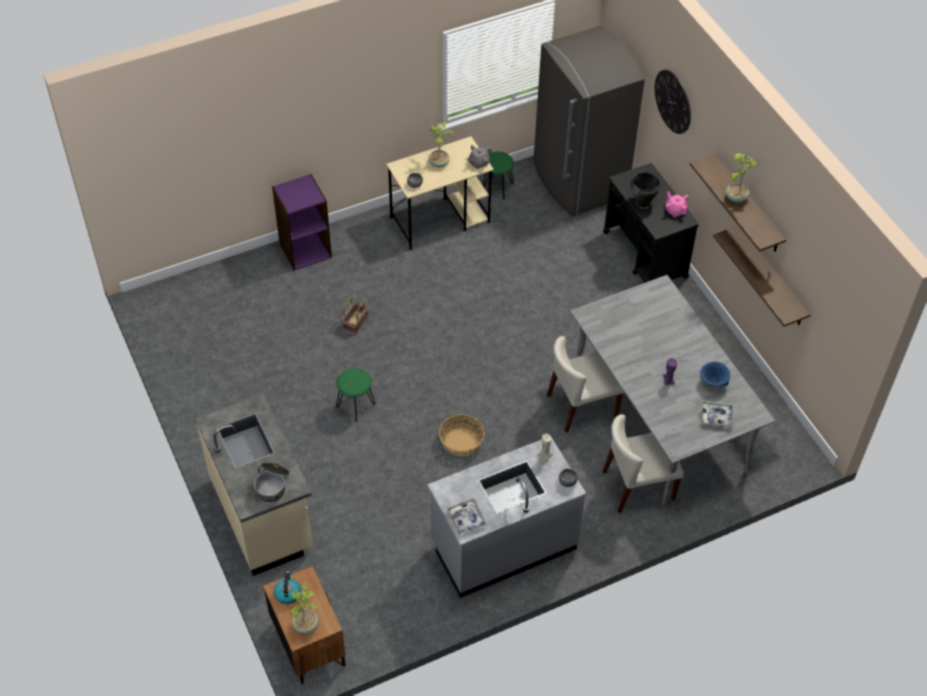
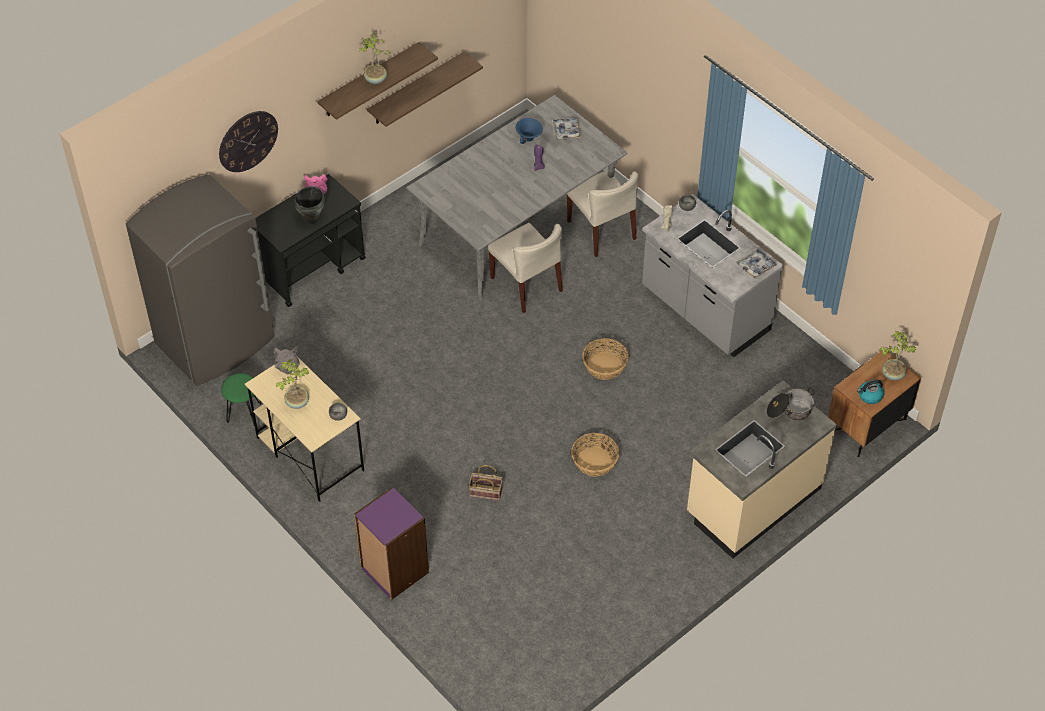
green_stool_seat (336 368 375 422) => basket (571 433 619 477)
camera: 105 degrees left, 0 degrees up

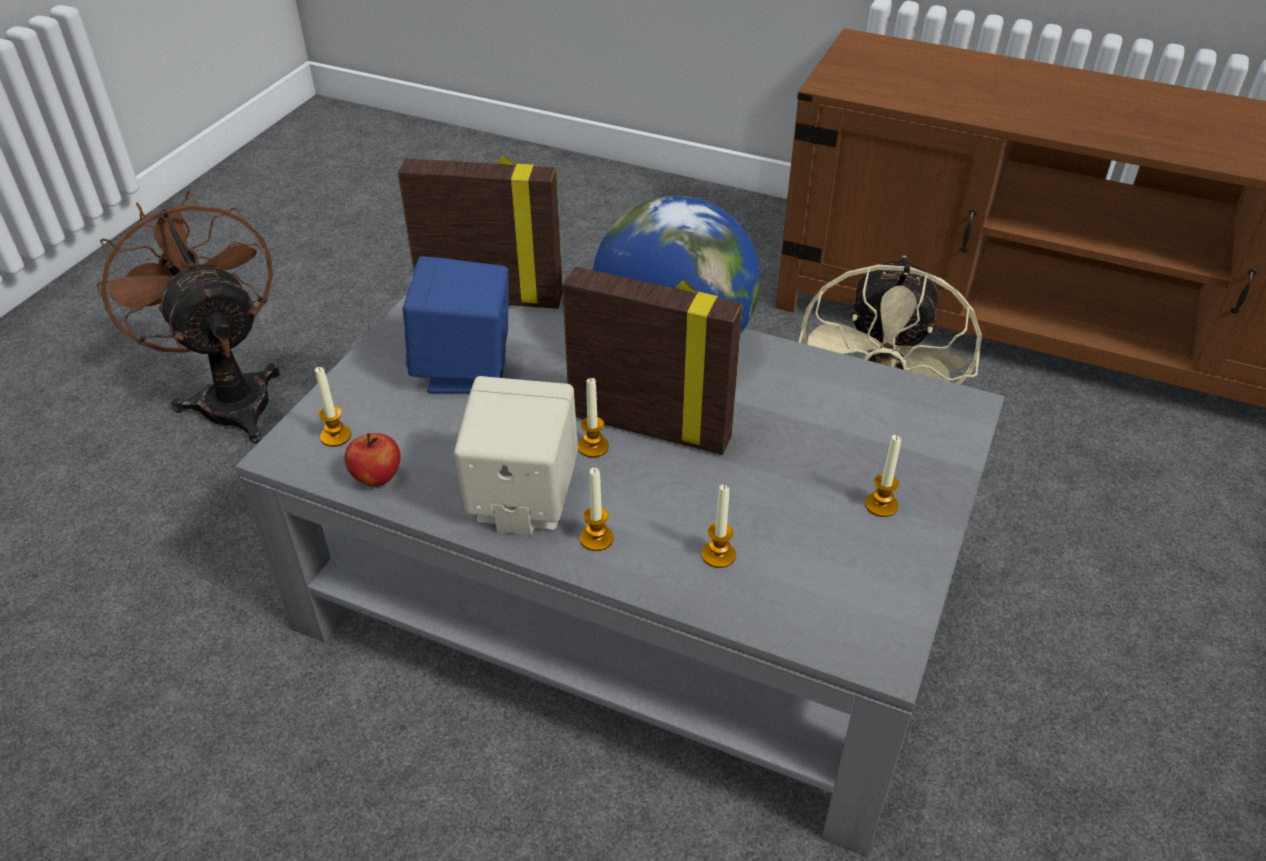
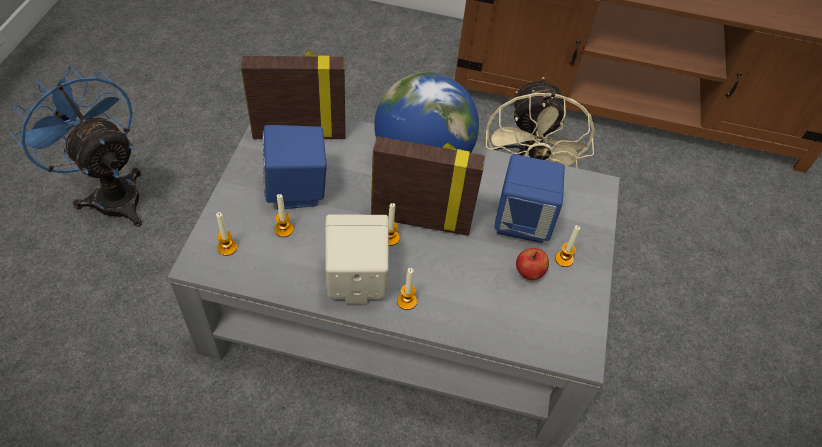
brownish_cooling_fan (96 191 280 443) => blue-coloured_cooling_fan (13 66 142 227)
candle (702 485 736 568) => candle (274 194 294 237), shifted
nothing => blue-coloured_speaker (494 154 565 243)
apple (345 433 401 487) => apple (516 248 549 280), shifted
camera: 15 degrees left, 10 degrees up

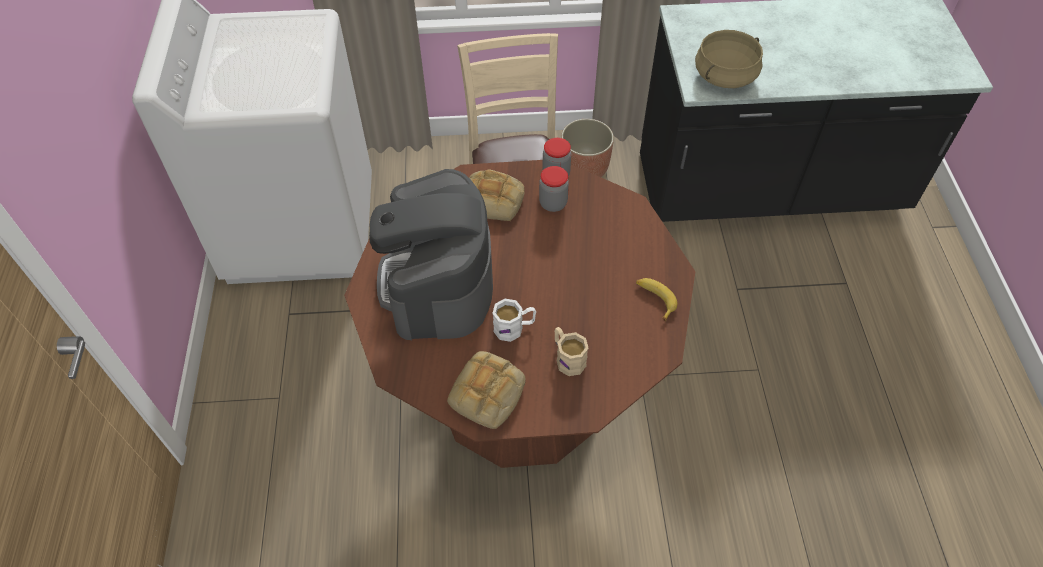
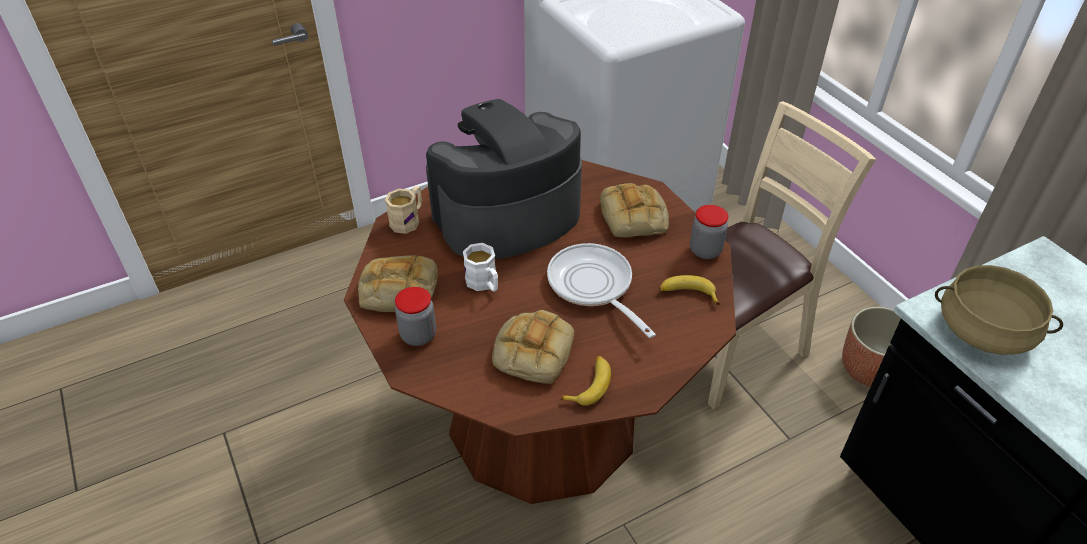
beige_coffee_mug (555 327 589 376) => beige_coffee_mug (385 186 422 234), shifted
jar (539 166 569 212) => jar (395 287 436 346), shifted
nothing => bakery_bread (492 310 574 384)
nothing => frying_pan (547 243 656 338)
nothing => banana_fruit (659 275 720 305)
camera: 65 degrees right, 10 degrees down

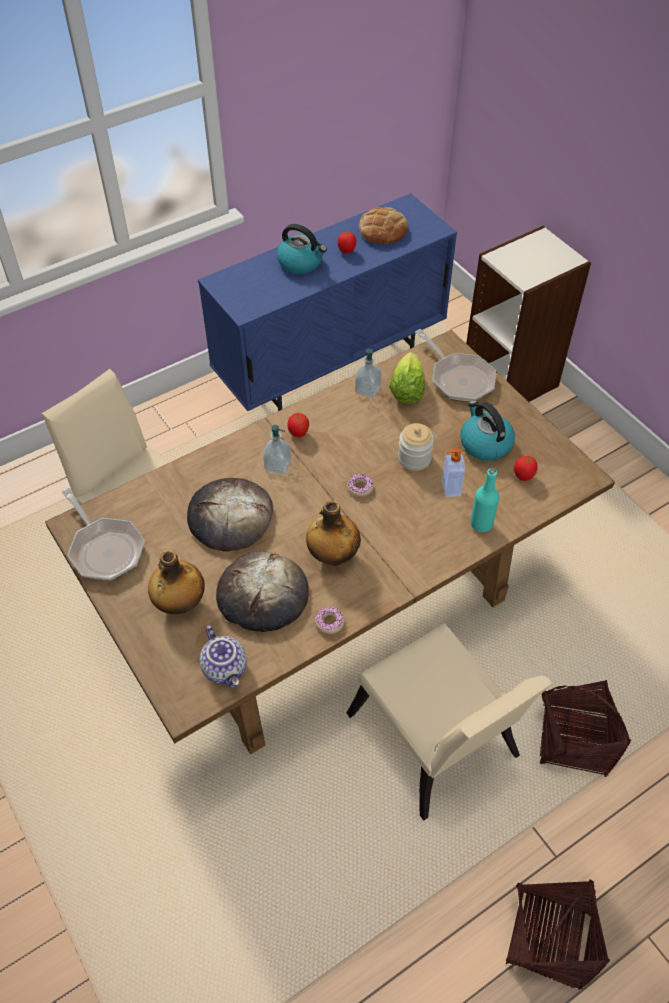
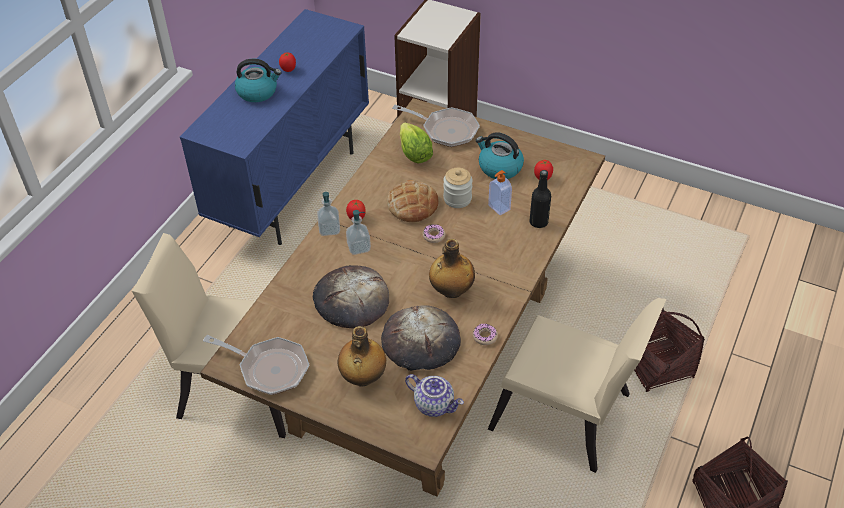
soap_dispenser (355 349 382 398) => soap_dispenser (317 192 340 236), shifted
bakery_bread (359 207 408 244) => bakery_bread (387 180 439 222), shifted
blue-green_bottle (470 468 499 532) => black_bottle (530 170 551 228)
camera: 30 degrees left, 5 degrees down

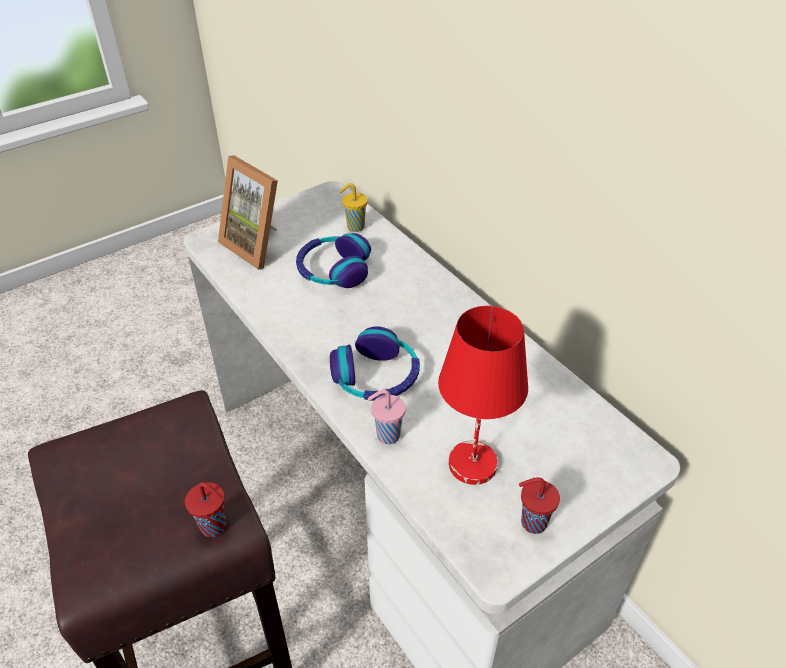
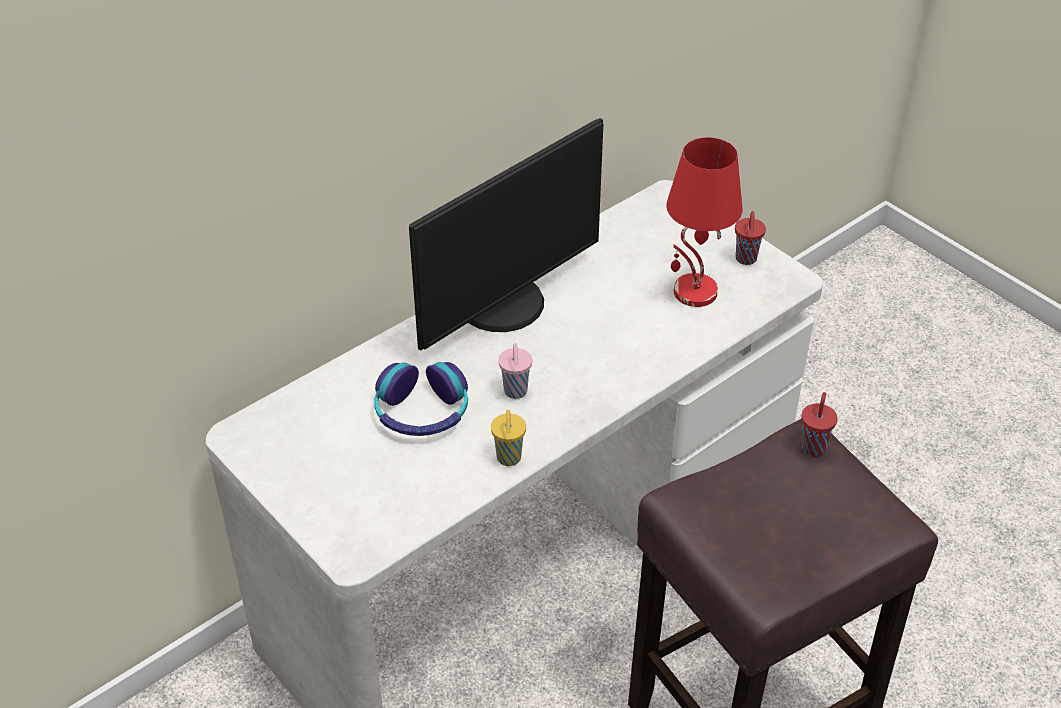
nothing => monitor (409 118 603 351)
yellow_small_cup (339 183 368 232) => yellow_small_cup (491 410 526 466), shifted
pink-coloured_small_cup (367 390 406 444) => pink-coloured_small_cup (498 343 532 399), shifted
picture_frame (218 155 278 270) => nothing
pair_of_headphones (330 326 420 401) => nothing
camera: 95 degrees left, 0 degrees up

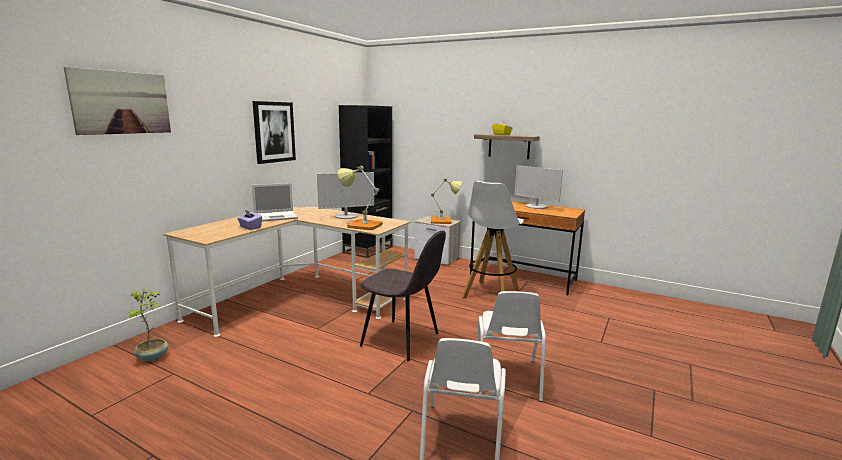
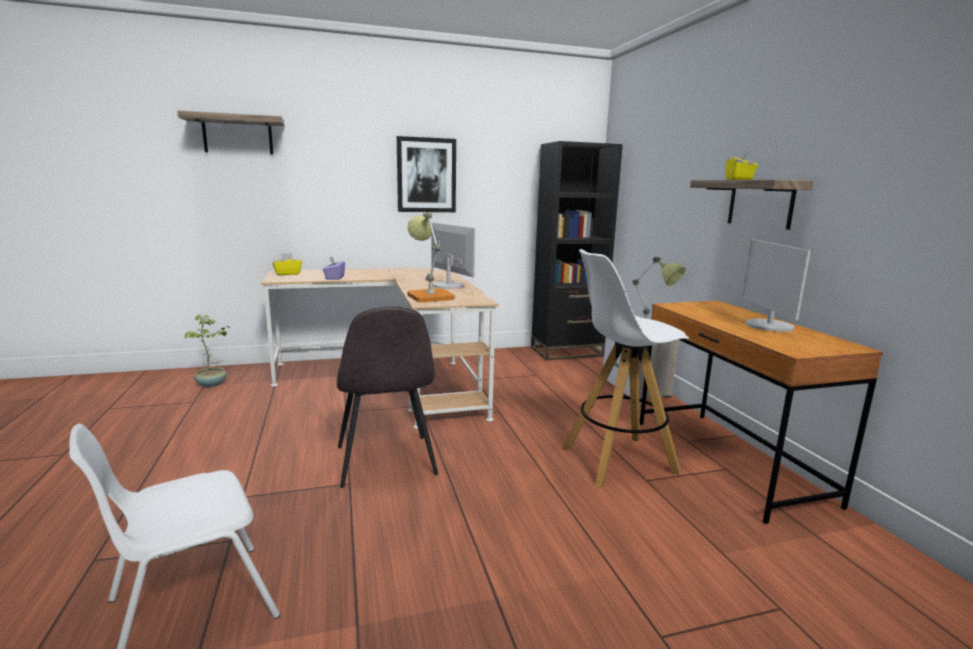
picture (64 67 171 135) => wall_shelf (177 111 285 155)
nothing => yellow_box_of_tissues (273 253 302 275)
monitor (317 172 374 219) => monitor (432 222 476 289), 150 degrees counterclockwise
portable_computer (252 183 298 222) => nothing
white-coloured_chair (477 291 546 402) => nothing
camera: 45 degrees right, 0 degrees up

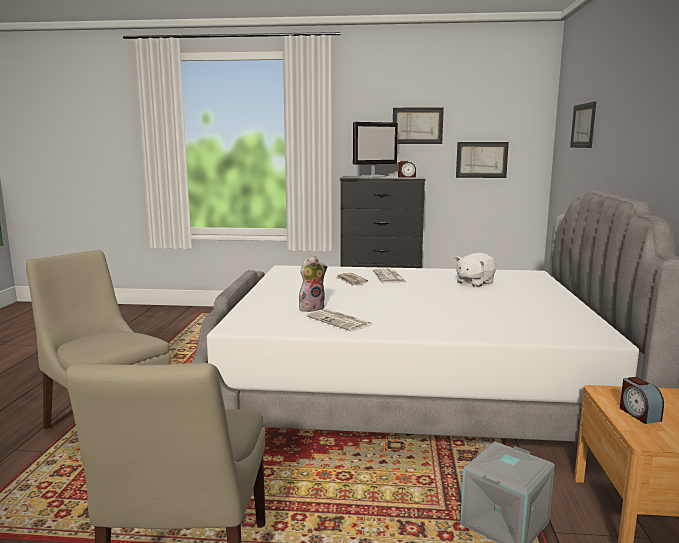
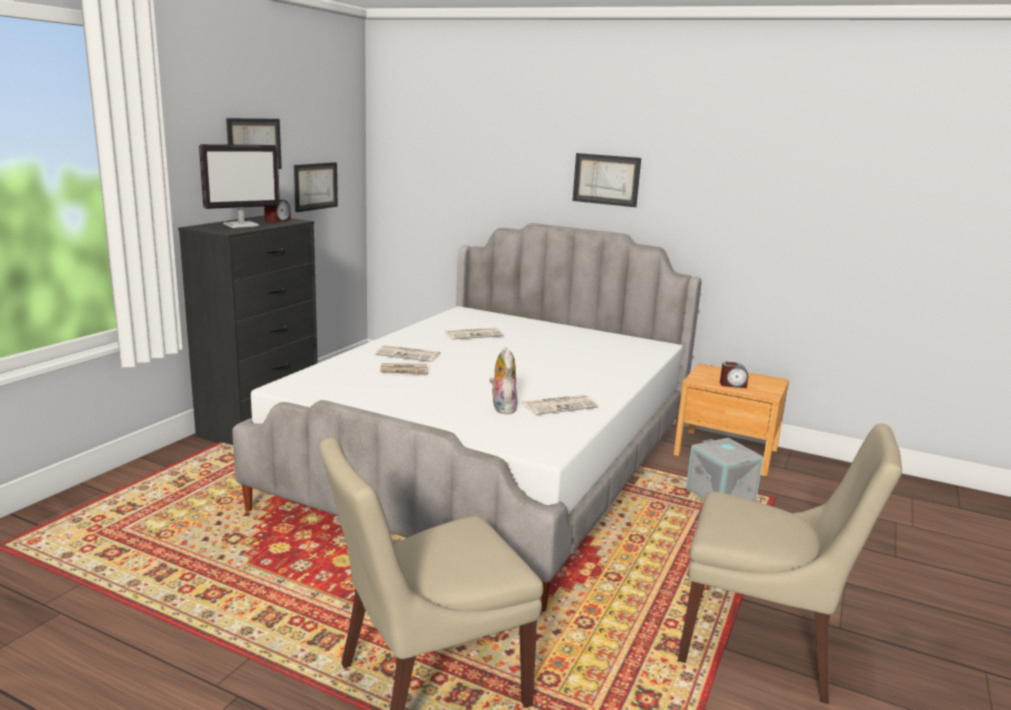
monitor (353 122 398 178) => monitor (199 144 280 228), 60 degrees clockwise
white-coloured_plush_toy (455 253 496 287) => daily_paper (444 328 504 339)
picture (570 102 596 148) => picture (573 153 641 207), shifted
camera: 70 degrees left, 5 degrees up

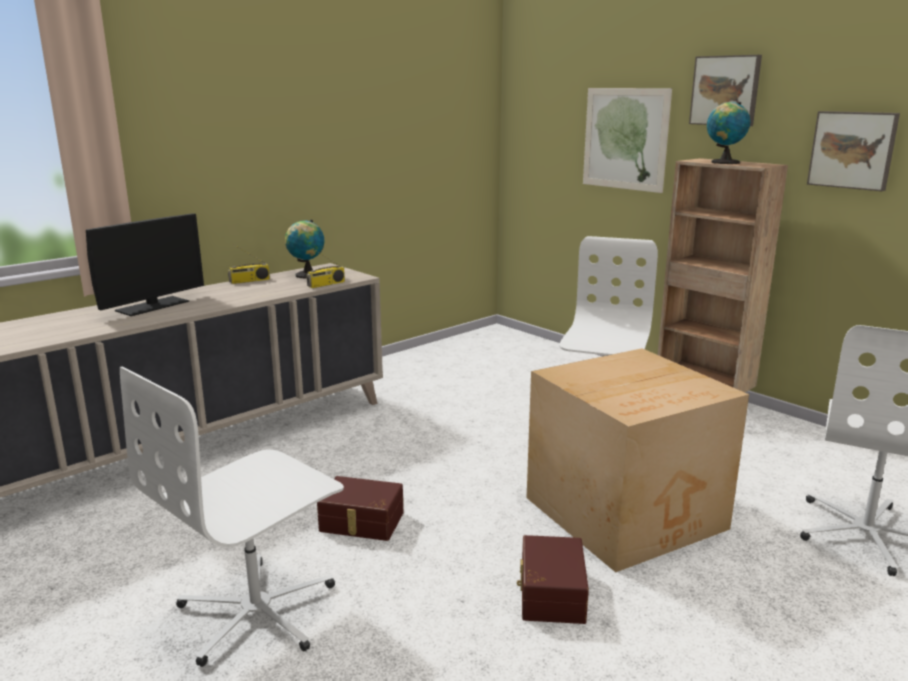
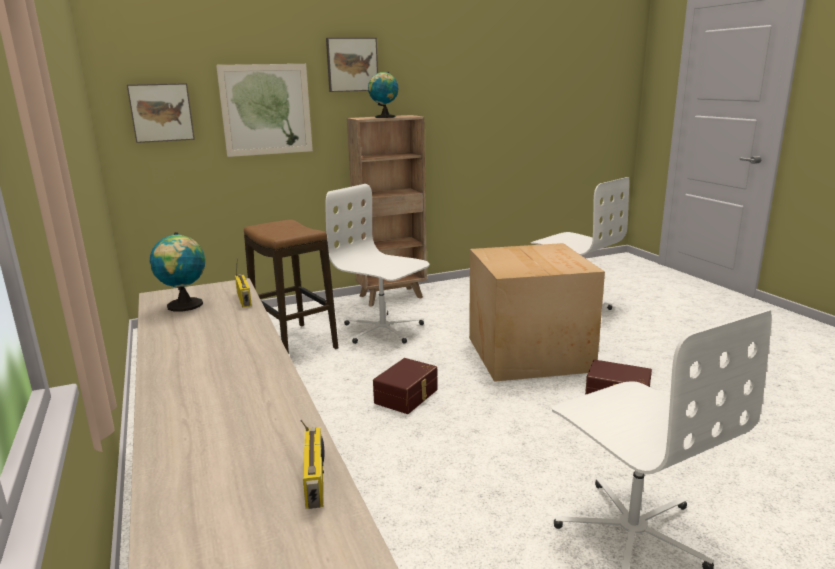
picture (807 111 900 191) => picture (127 83 195 143), shifted
nothing => stool_seat (244 219 338 354)
radio (228 244 270 284) => radio (301 420 324 509), shifted
brownish_storage_box (317 476 403 541) => brownish_storage_box (373 358 438 414), shifted
monitor (86 213 204 316) => nothing
camera: 70 degrees left, 0 degrees up

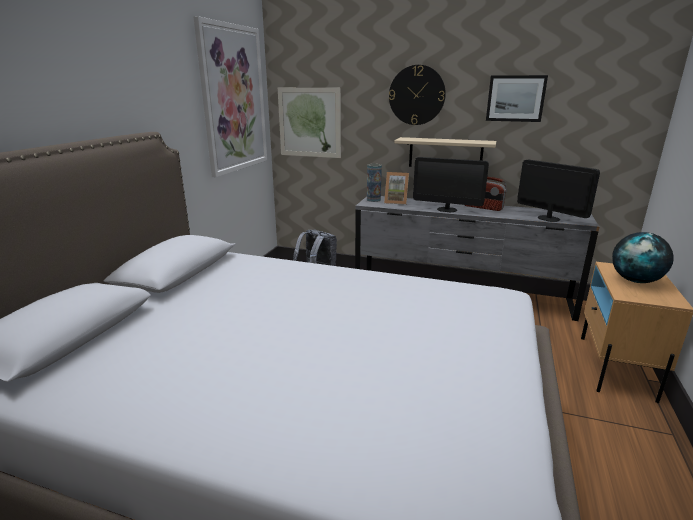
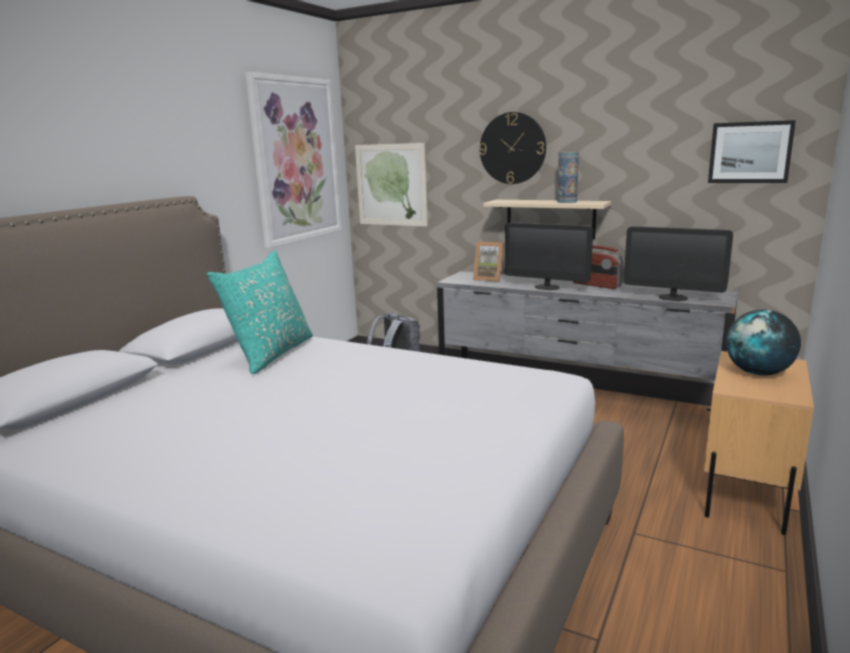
nothing => blue-green_pillow (207 250 313 374)
vase (367 164 382 202) => vase (557 152 579 203), shifted
monitor (517 159 600 222) => monitor (624 226 733 301), 150 degrees clockwise
picture (486 75 548 122) => picture (708 120 796 183), shifted
camera: 10 degrees right, 5 degrees down

